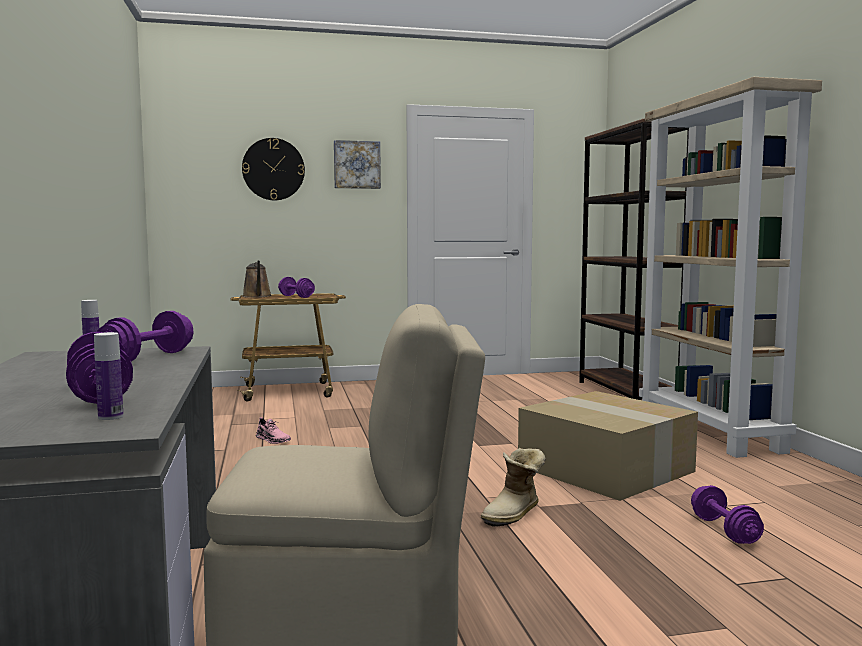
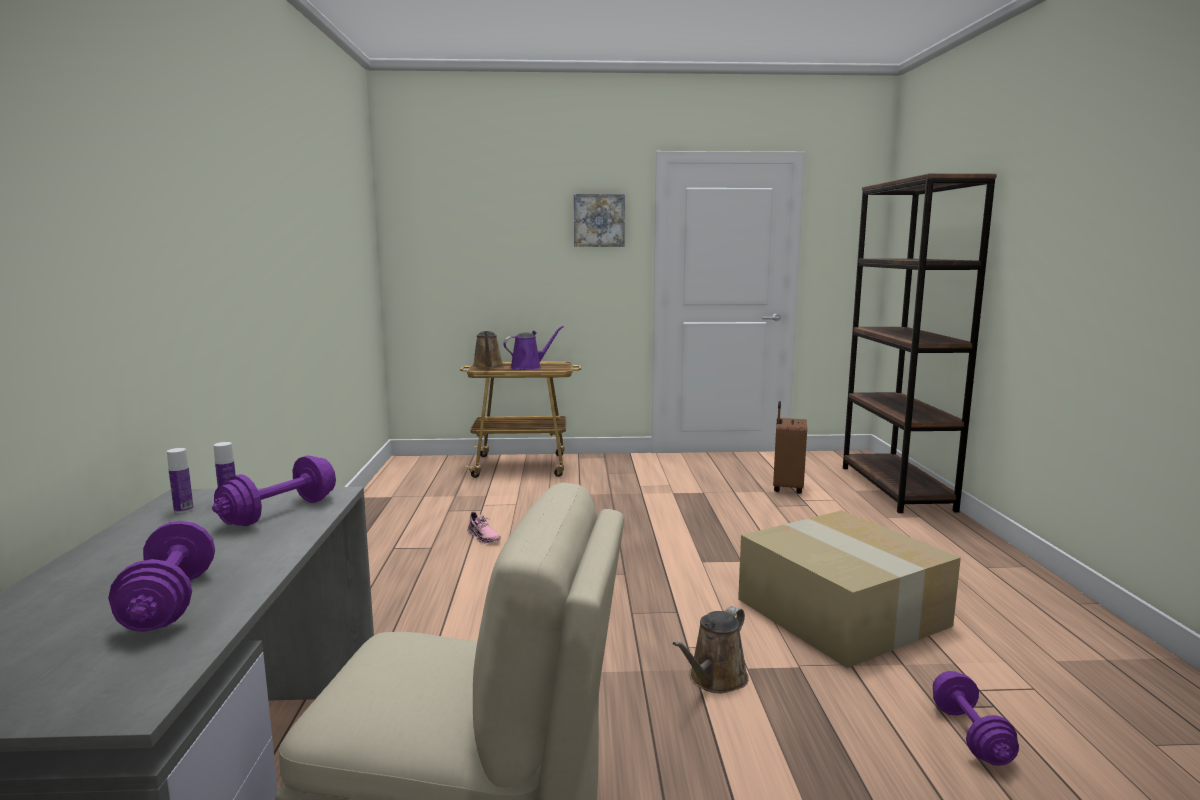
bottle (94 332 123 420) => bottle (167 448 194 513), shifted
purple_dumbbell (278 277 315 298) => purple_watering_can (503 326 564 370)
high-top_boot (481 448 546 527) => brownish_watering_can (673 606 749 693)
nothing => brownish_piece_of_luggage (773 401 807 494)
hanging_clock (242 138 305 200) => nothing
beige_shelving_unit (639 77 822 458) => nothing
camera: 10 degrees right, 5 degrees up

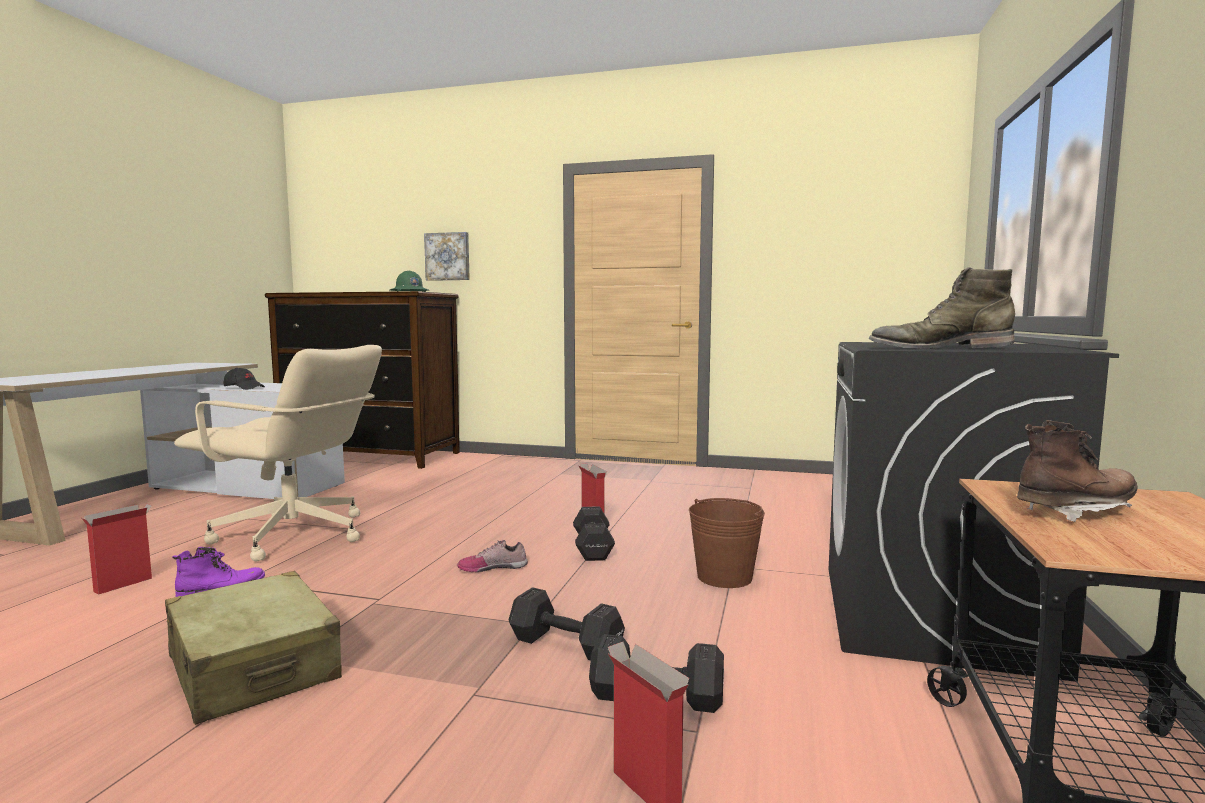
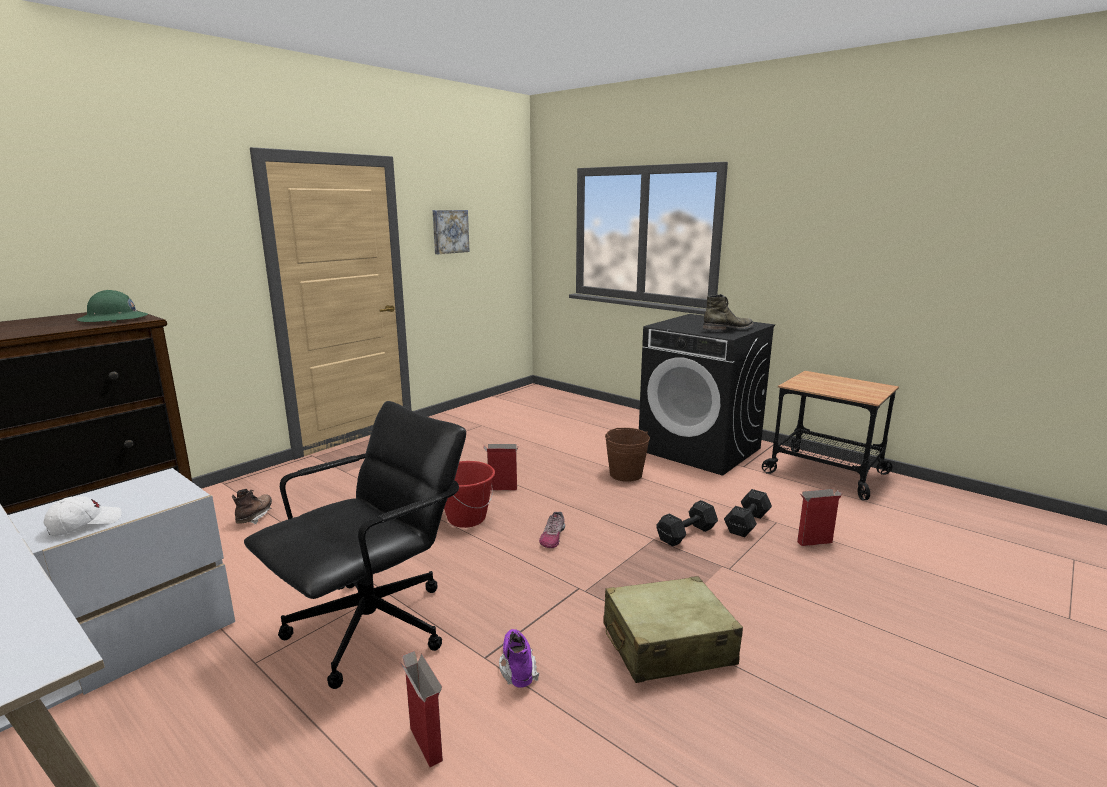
black_cap (224 368 265 390) => white-coloured_cap (44 496 122 536)
brownish_high-top_boot (1017 420 1138 522) => brownish_high-top_boot (232 489 272 524), shifted
beige_desk_chair (174 345 382 561) => black_desk_chair (244 401 466 689)
picture (424 232 470 281) => picture (433 210 470 254), shifted
nothing => red_pail (444 461 495 528)
green_high-top_boot (869 267 1015 349) => green_high-top_boot (703 294 754 331), 150 degrees counterclockwise
black_dumbbell (573 506 615 561) => nothing
camera: 65 degrees left, 10 degrees up

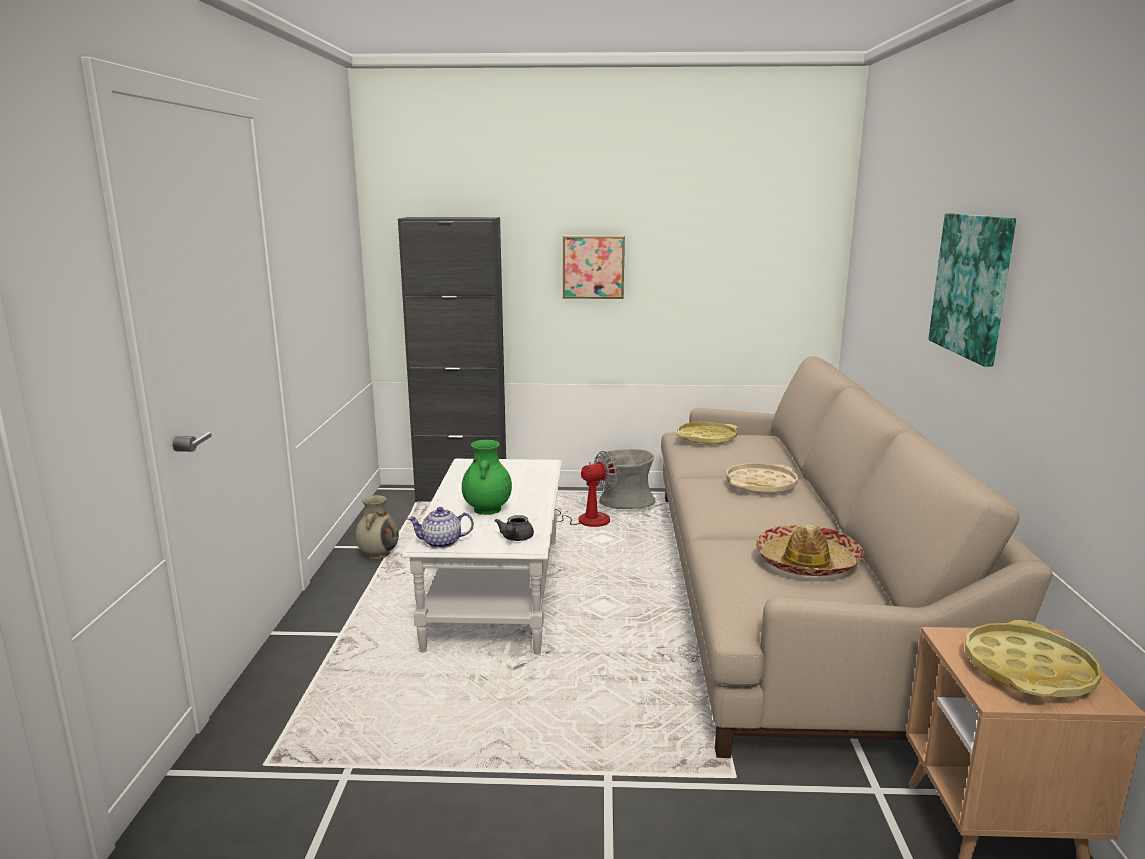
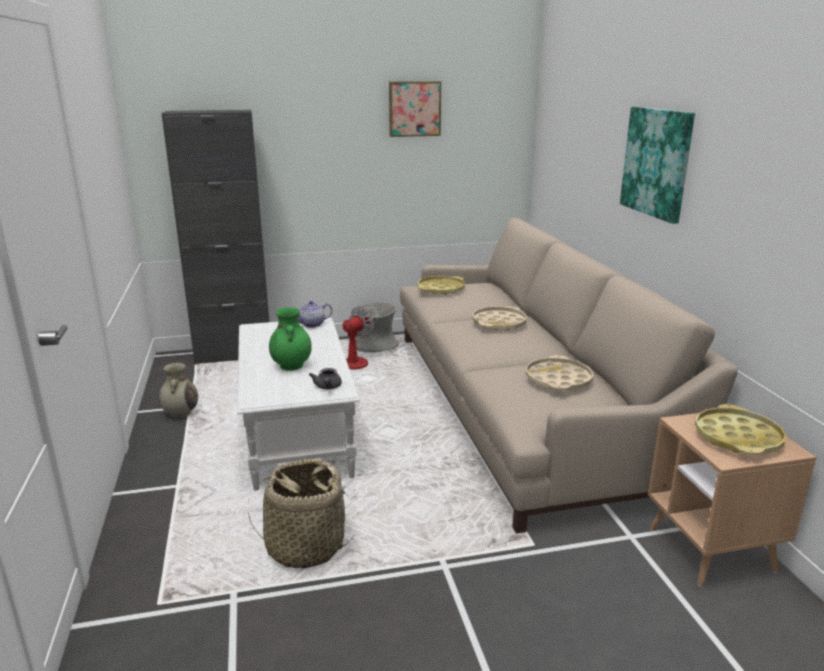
nothing => basket (248 459 354 568)
pot_for_tea (407 507 474 548) => pot_for_tea (298 301 332 328), shifted
picture (563 236 625 299) => picture (389 81 441 137), shifted
hat (756 524 864 576) => beige_serving_tray (526 355 593 390)
camera: 15 degrees left, 5 degrees up

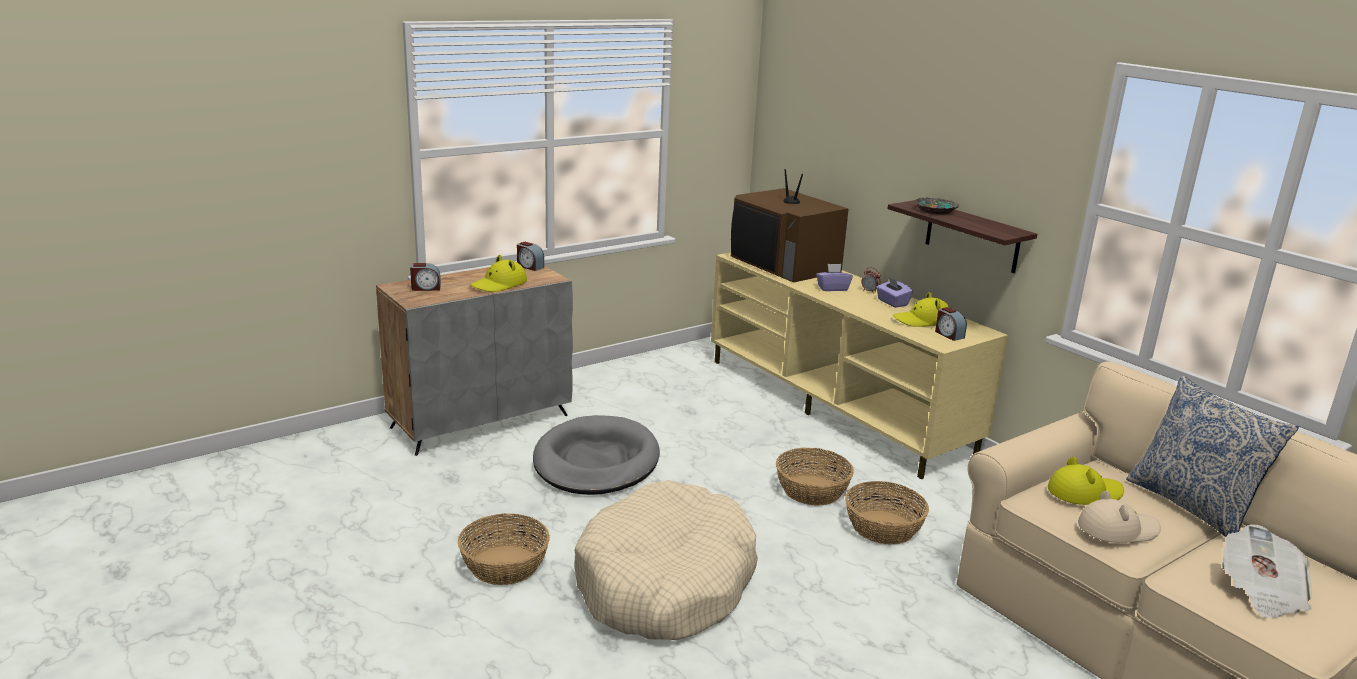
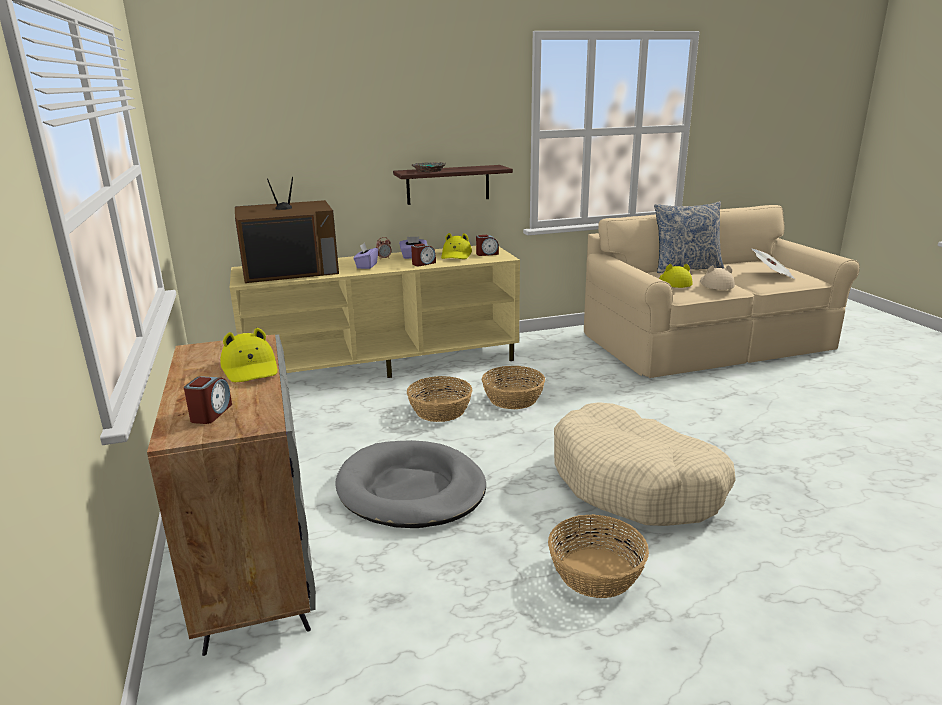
basket (845 481 929 545) => basket (407 376 472 422), shifted
bedside_clock (517 242 544 271) => bedside_clock (411 243 436 266), shifted
camera: 70 degrees left, 0 degrees up

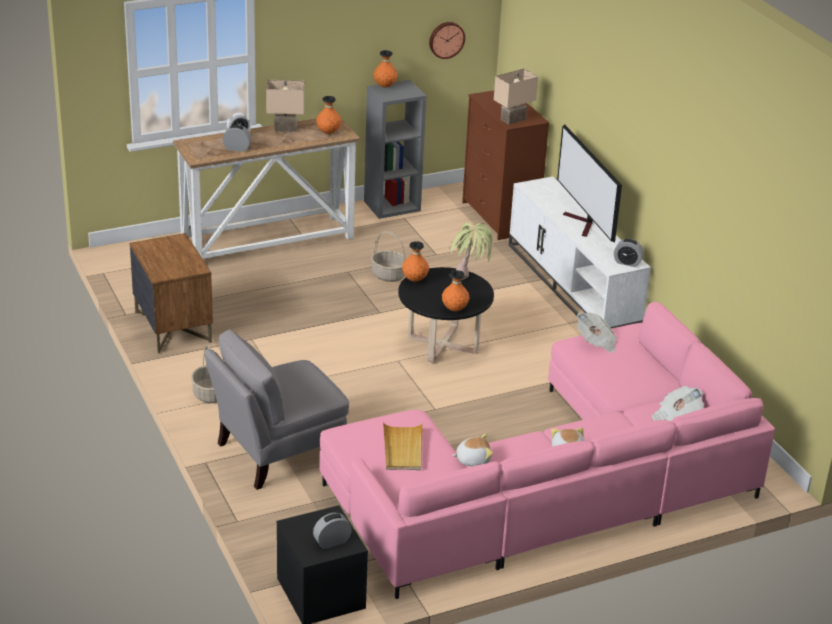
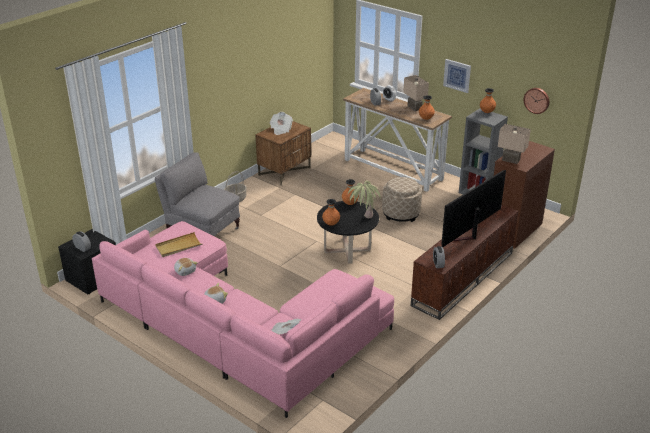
daily_paper (577 313 617 353) => daily_paper (270 112 293 135), shifted
basket (371 231 407 282) => beige_pouffe (382 177 422 222)
white-coloured_tv_stand (509 176 651 329) => brownish_tv_stand (411 205 518 320)
nothing => picture (443 59 471 93)
camera: 65 degrees right, 0 degrees up

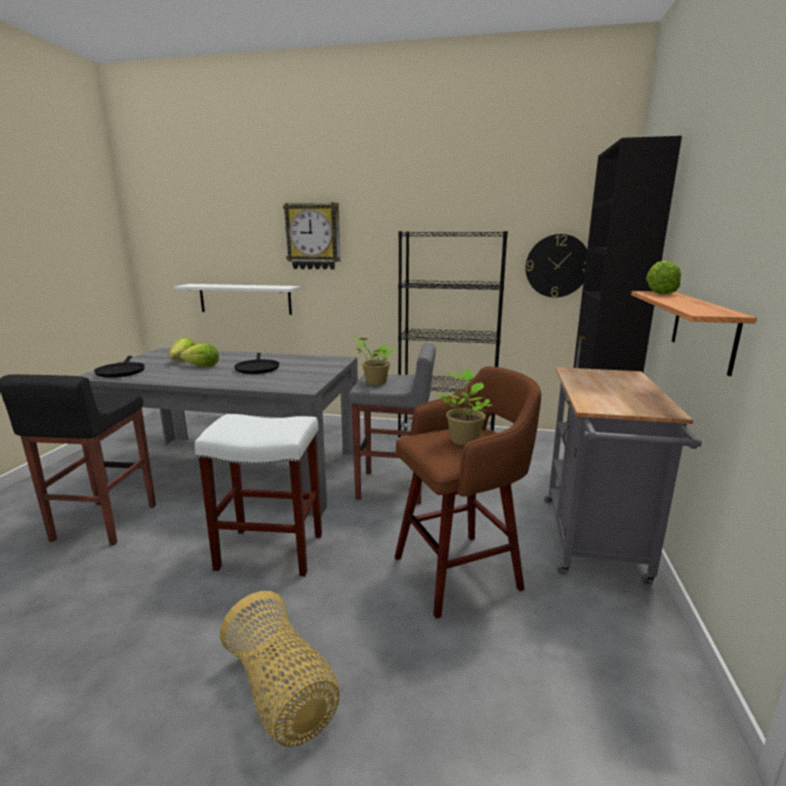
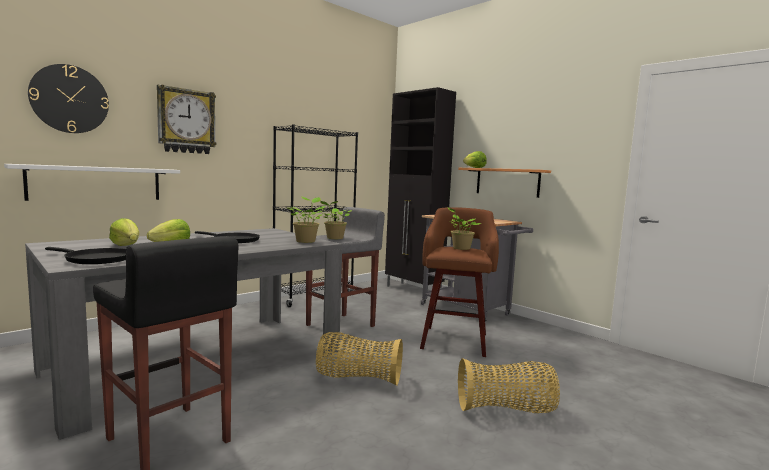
hanging_clock (526 234 587 298) => hanging_clock (28 64 109 133), shifted
nothing => potted_plant (288 197 326 243)
white-coloured_stool_seat (195 414 322 576) => basket (316 332 403 386)
camera: 55 degrees left, 10 degrees down

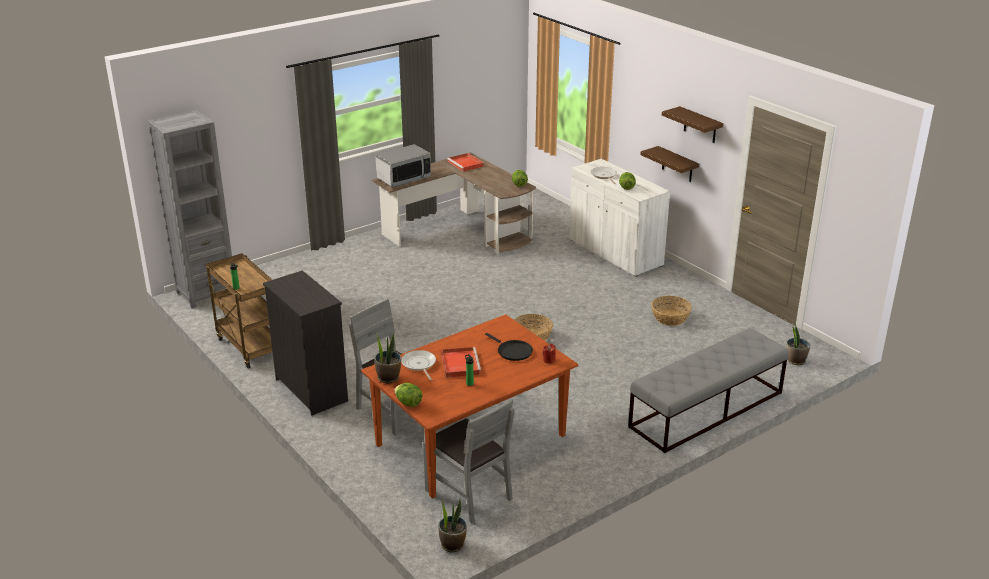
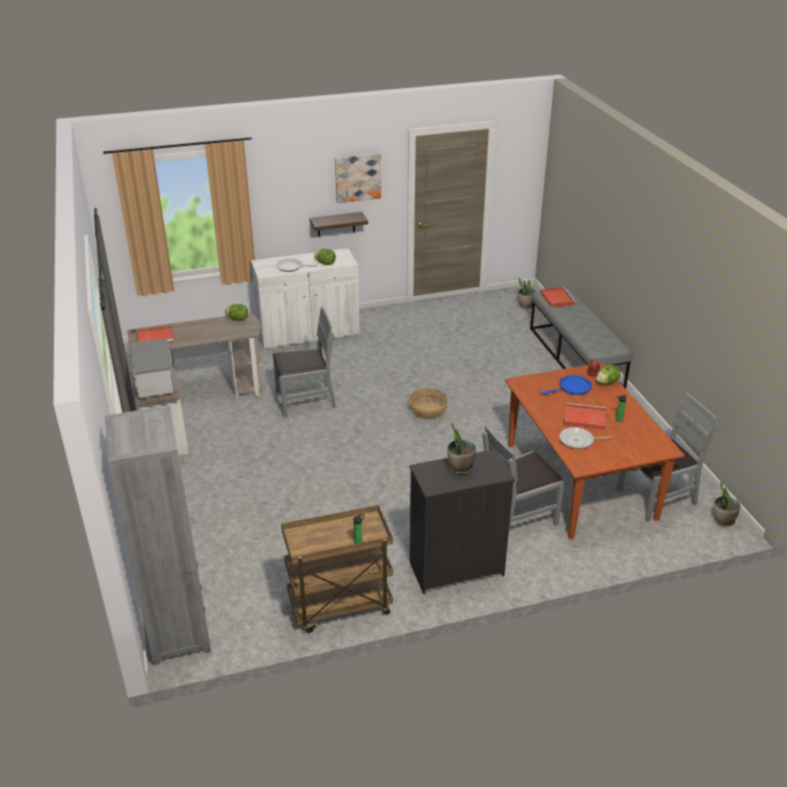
nothing => grey_chair (273 306 336 417)
wall_shelf (662 106 723 143) => picture (335 153 381 203)
potted_plant (375 332 401 384) => potted_plant (447 423 476 474), shifted
nothing => red_serving_tray (540 287 576 308)
black_frying_pan (485 333 533 361) => blue-coloured_frying_pan (541 375 592 395)
head_of_lettuce (395 383 422 407) => head_of_lettuce (596 365 620 384), shifted
basket (651 296 692 326) => nothing
camera: 70 degrees left, 5 degrees up

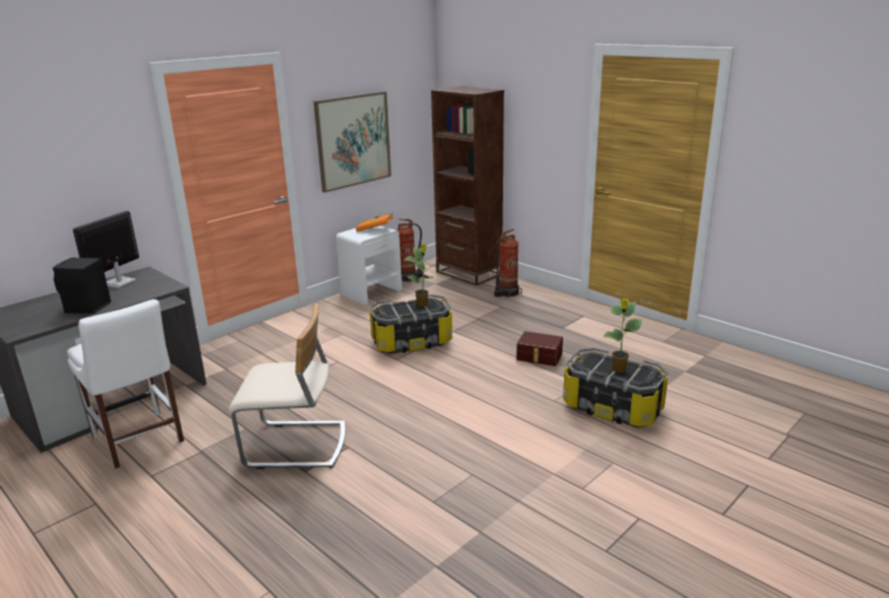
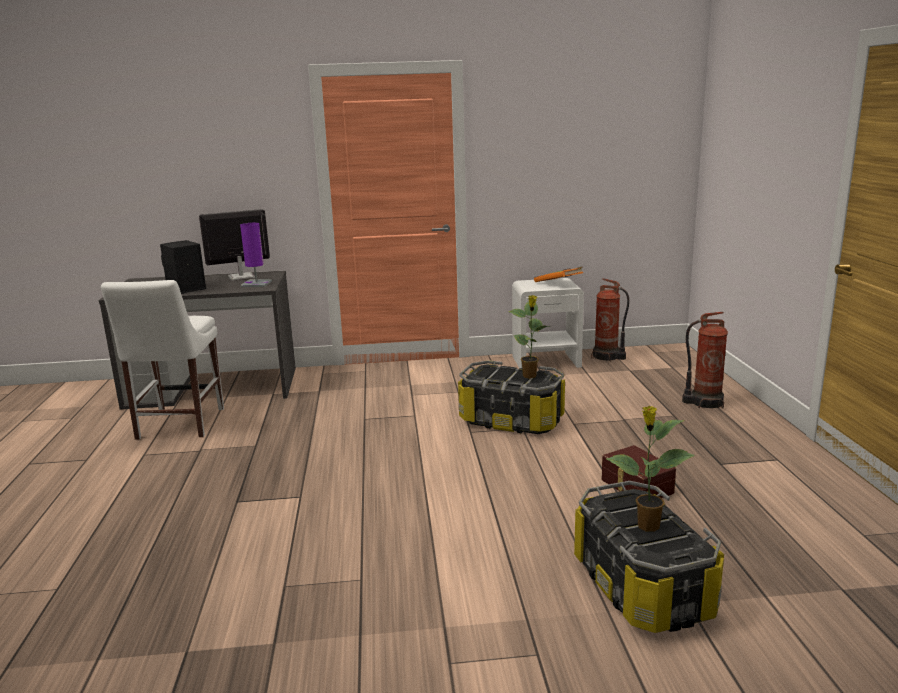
nothing => purple_tabletop_lamp (240 223 272 287)
beige_chair (229 304 345 469) => nothing
picture (313 91 391 193) => nothing
brownish_shelving_unit (431 86 504 286) => nothing
camera: 40 degrees right, 5 degrees down

